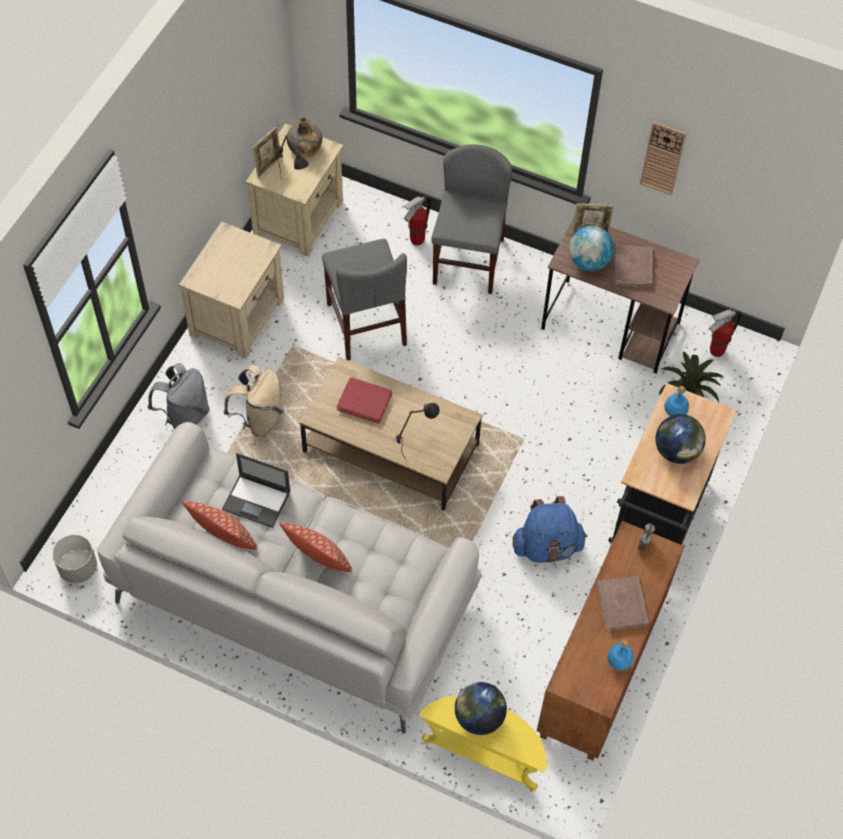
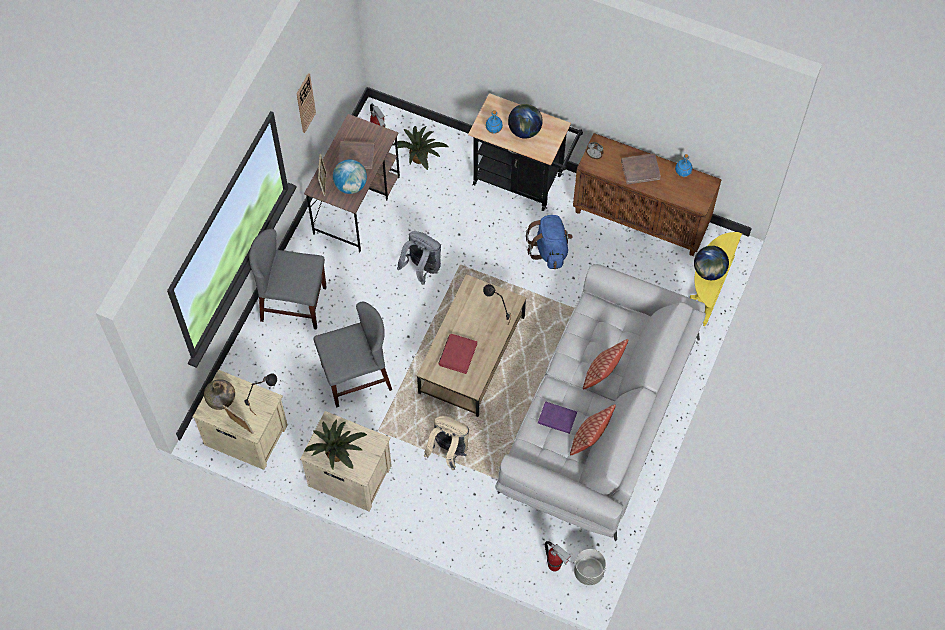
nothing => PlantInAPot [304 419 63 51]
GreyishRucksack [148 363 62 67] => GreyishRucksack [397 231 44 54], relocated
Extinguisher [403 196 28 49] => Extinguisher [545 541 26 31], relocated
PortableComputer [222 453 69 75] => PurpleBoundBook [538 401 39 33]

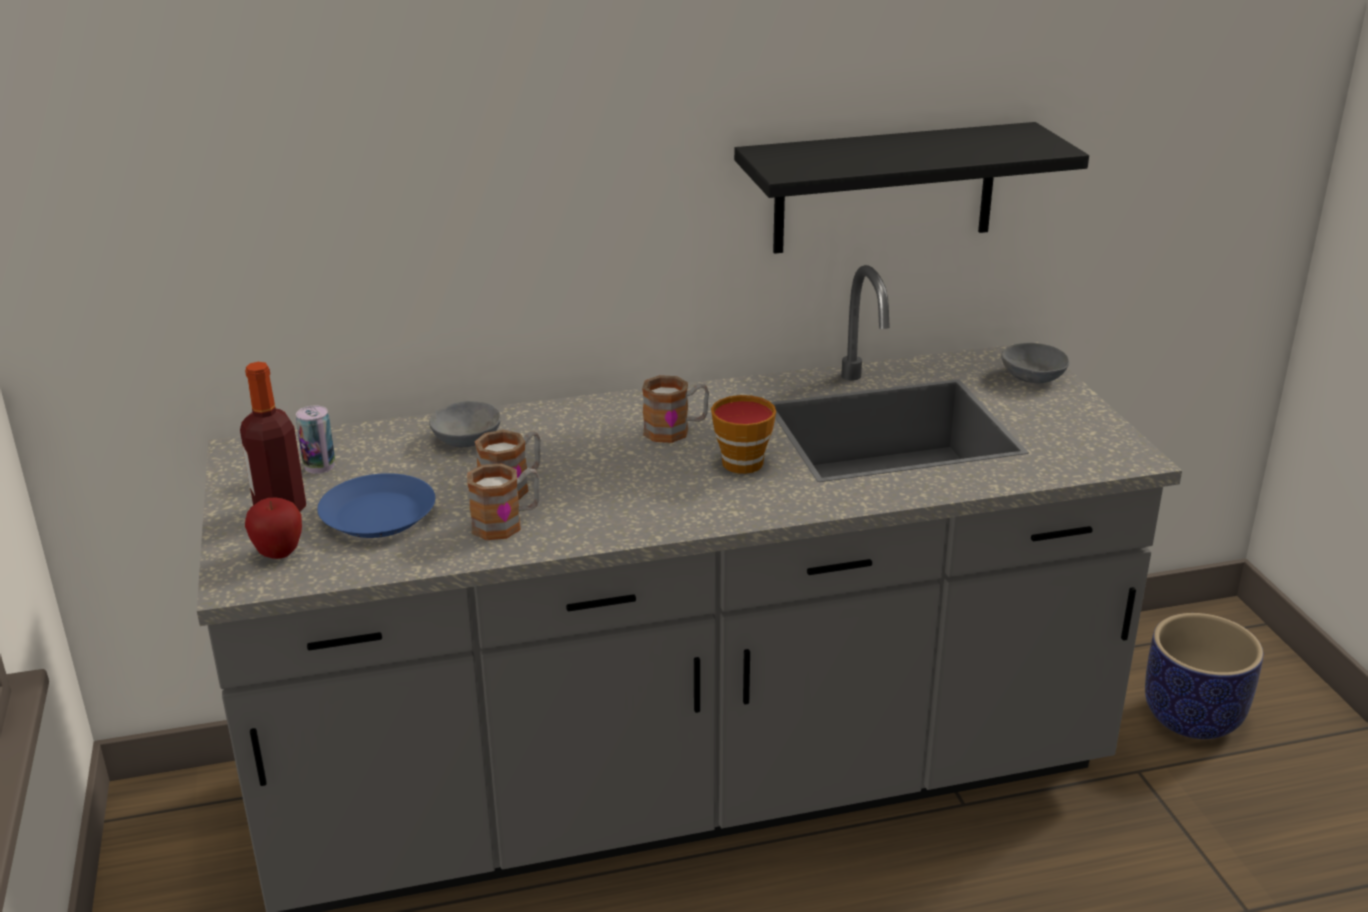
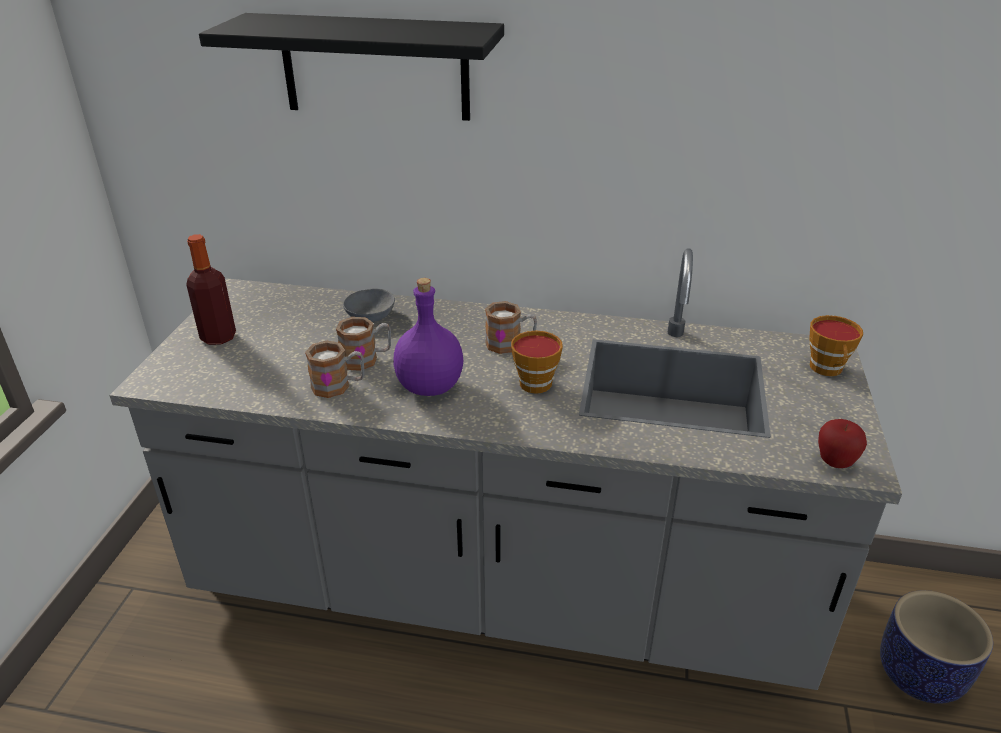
Can [296 405 39 69] => nothing
BlueColouredDinnerPlate [317 473 118 65] => nothing
nothing => PurpleDrinkBottle [393 278 70 118]
Apple [245 497 57 62] => Apple [818 419 49 49], relocated
BlackColouredWallShelf [734 122 355 132] => BlackColouredWallShelf [199 13 305 108], relocated
GreyishServingBowl [1001 343 68 40] => DrinkingCup [810 315 53 61]

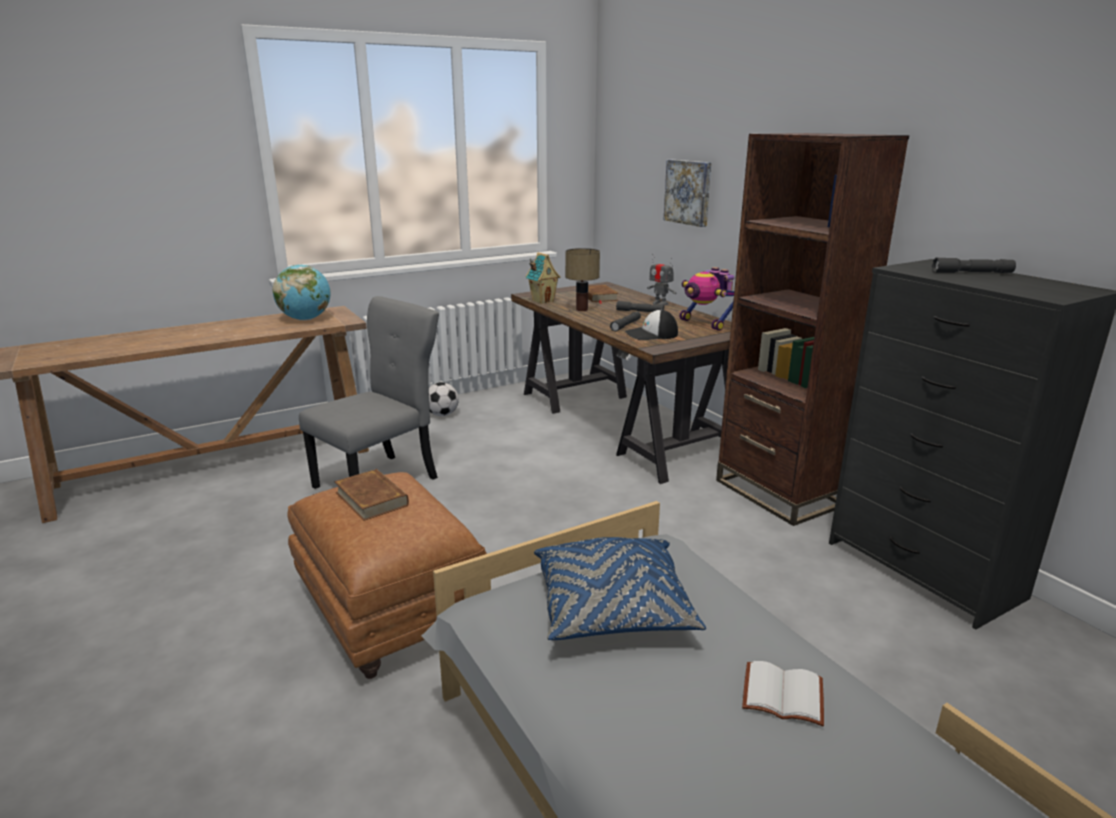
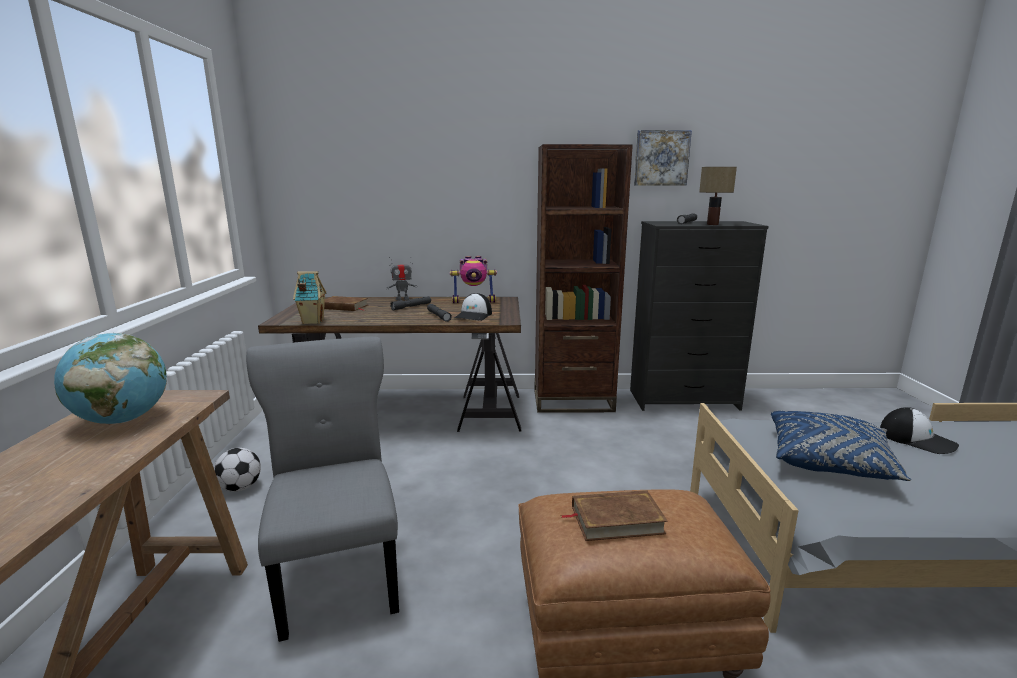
TabletopLamp [565 248 35 63] => TabletopLamp [699 167 38 58], relocated
Picture [663 160 48 67] => Picture [634 130 58 56], relocated
WhiteBoundBook [742 661 82 65] => PeakedCap [880 407 79 47]

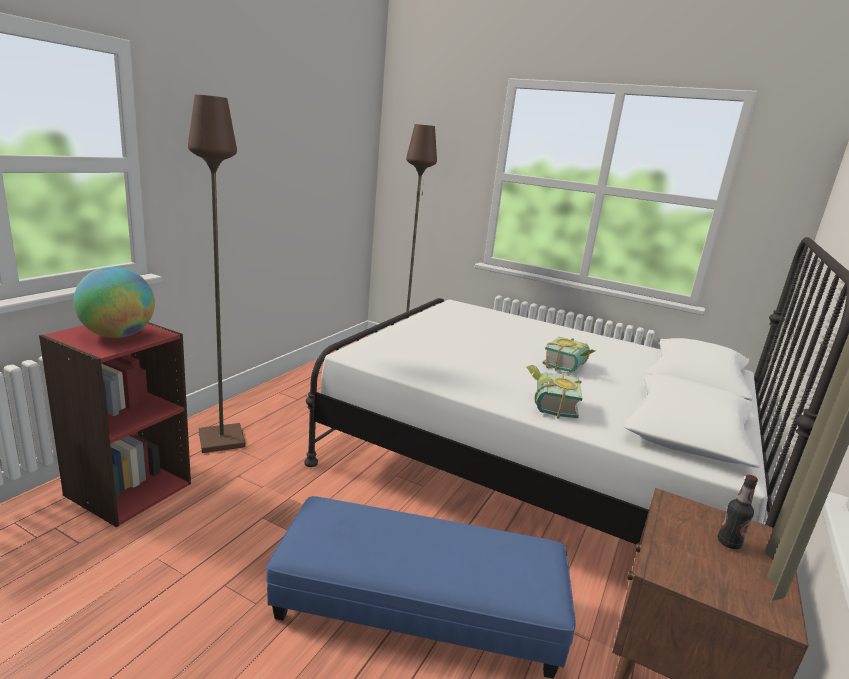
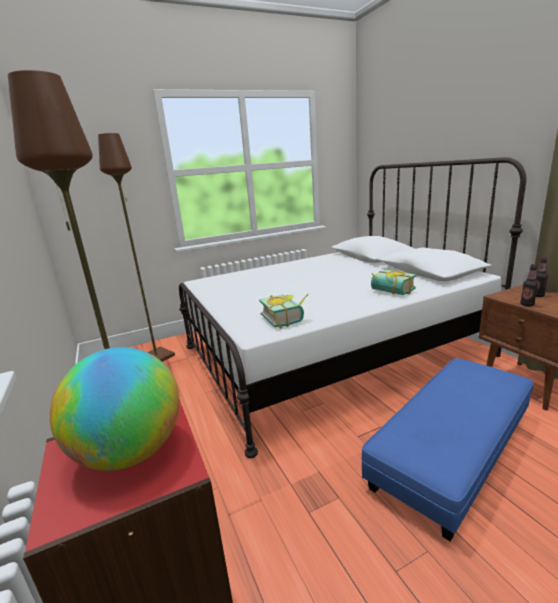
nothing => DrinkBottle [520 264 18 42]
BoundBook [542 337 53 35] => BoundBook [259 294 50 35], relocated

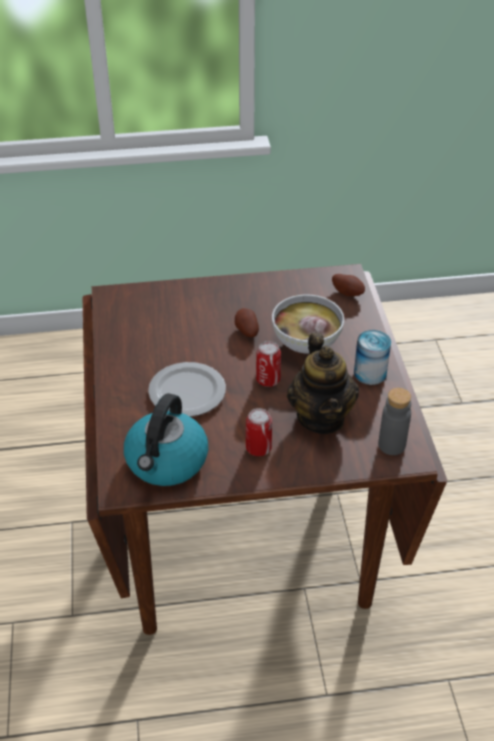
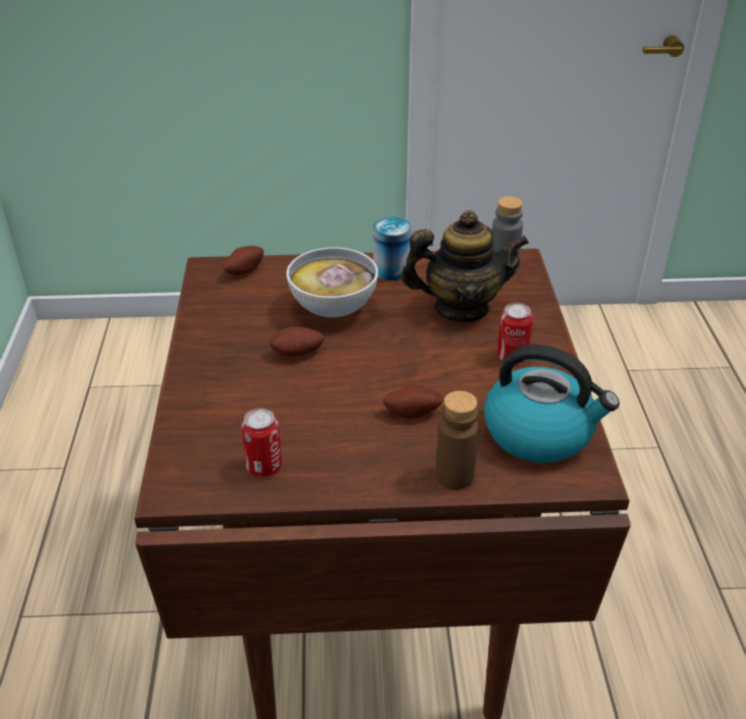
nothing => BrownDrinkBottle [436 391 43 99]
Can [256 341 25 46] => Can [242 408 40 69], relocated
DinnerPlate [148 362 78 55] => WholePotato [383 385 60 33]

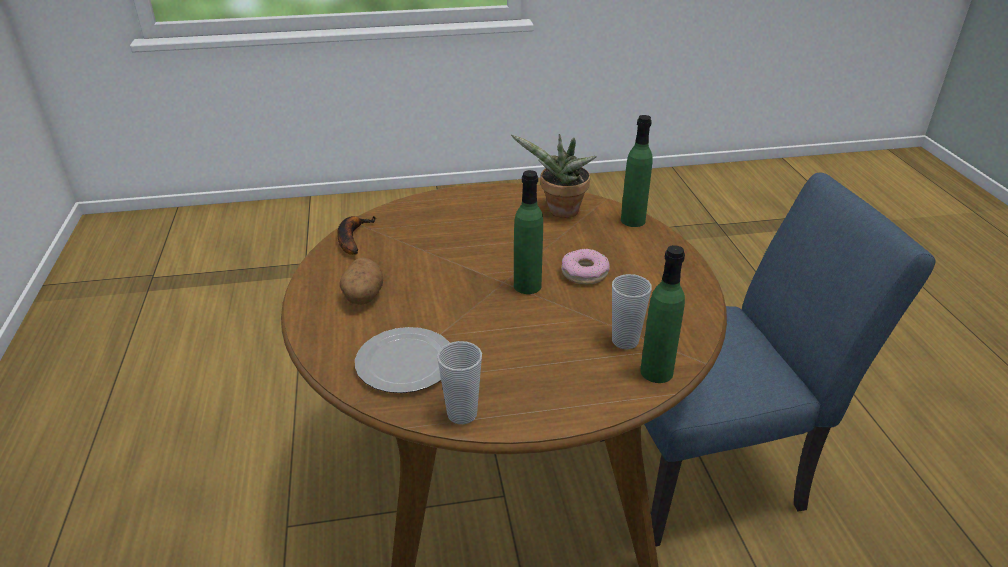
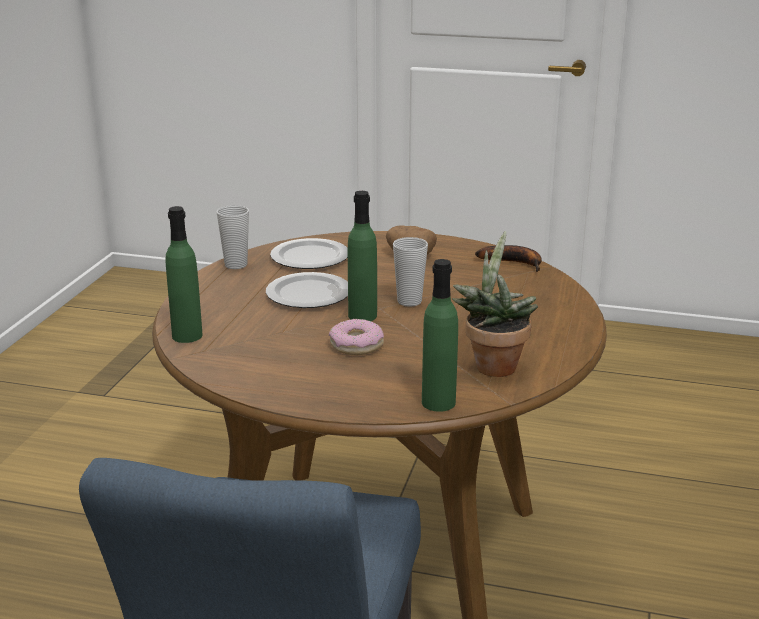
nothing => DinnerPlate [266 272 82 36]
DrinkingCup [612 274 40 75] => DrinkingCup [393 237 35 70], relocated

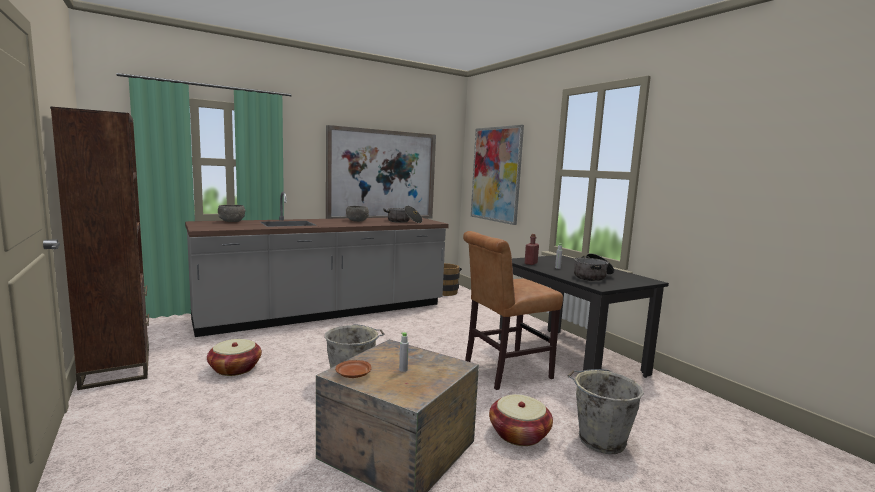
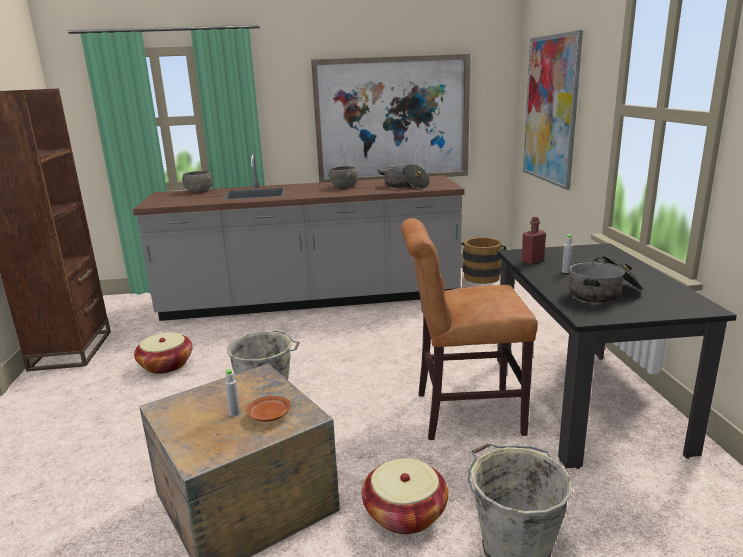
BrownDinnerPlate [335 360 37 18] => BrownDinnerPlate [246 396 45 26], relocated

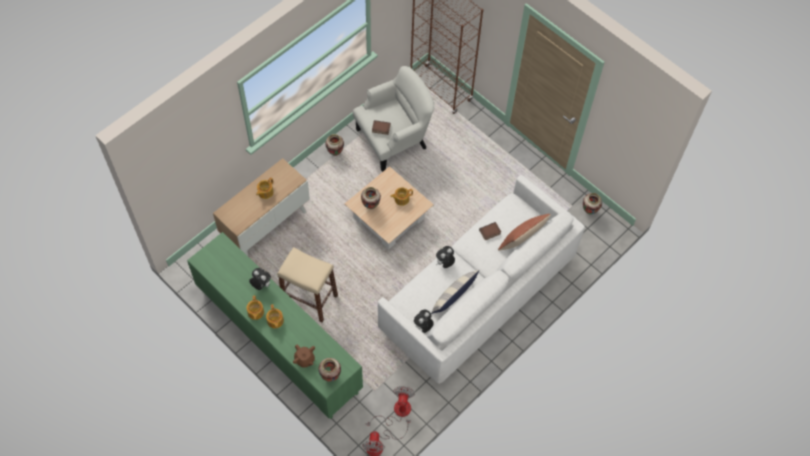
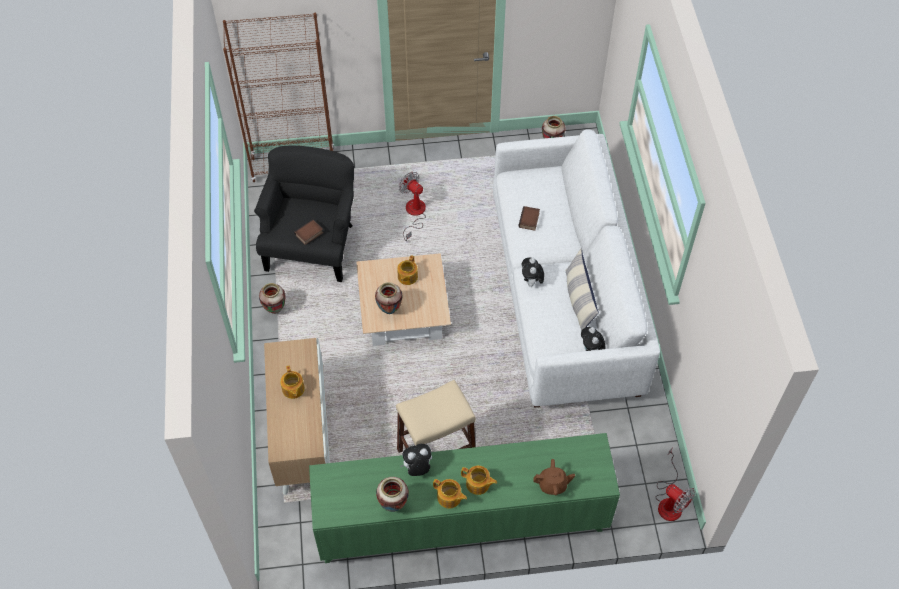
Cushion [498 214 53 37] => nothing
FlowerVase [319 358 22 24] => FlowerVase [376 477 33 35], relocated
Fan [366 386 49 40] => Fan [399 172 27 69], relocated
WhiteEasyChair [353 66 82 106] => BlackColouredEasyChair [254 146 100 136]

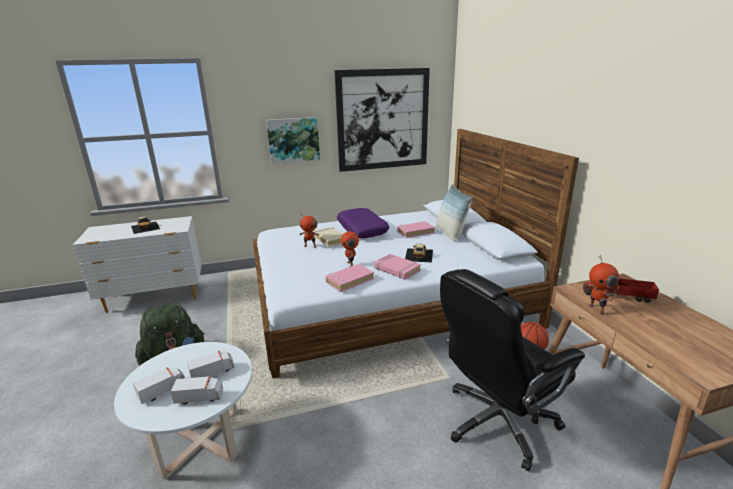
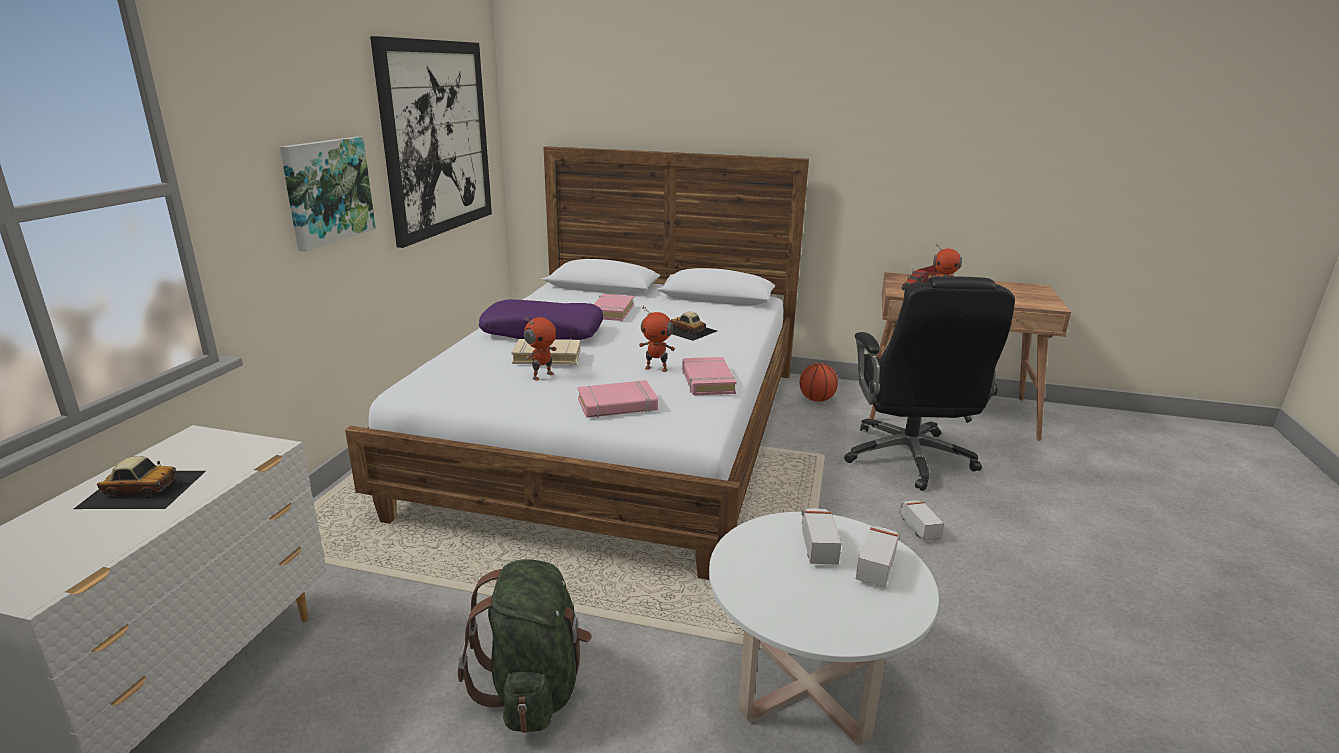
Cushion [436 184 37 58] => nothing
ModelTruck [133 367 52 37] => ModelTruck [899 500 45 41], relocated
PinkColouredBoundBook [375 254 46 26] => PinkColouredBoundBook [578 380 80 38], relocated

